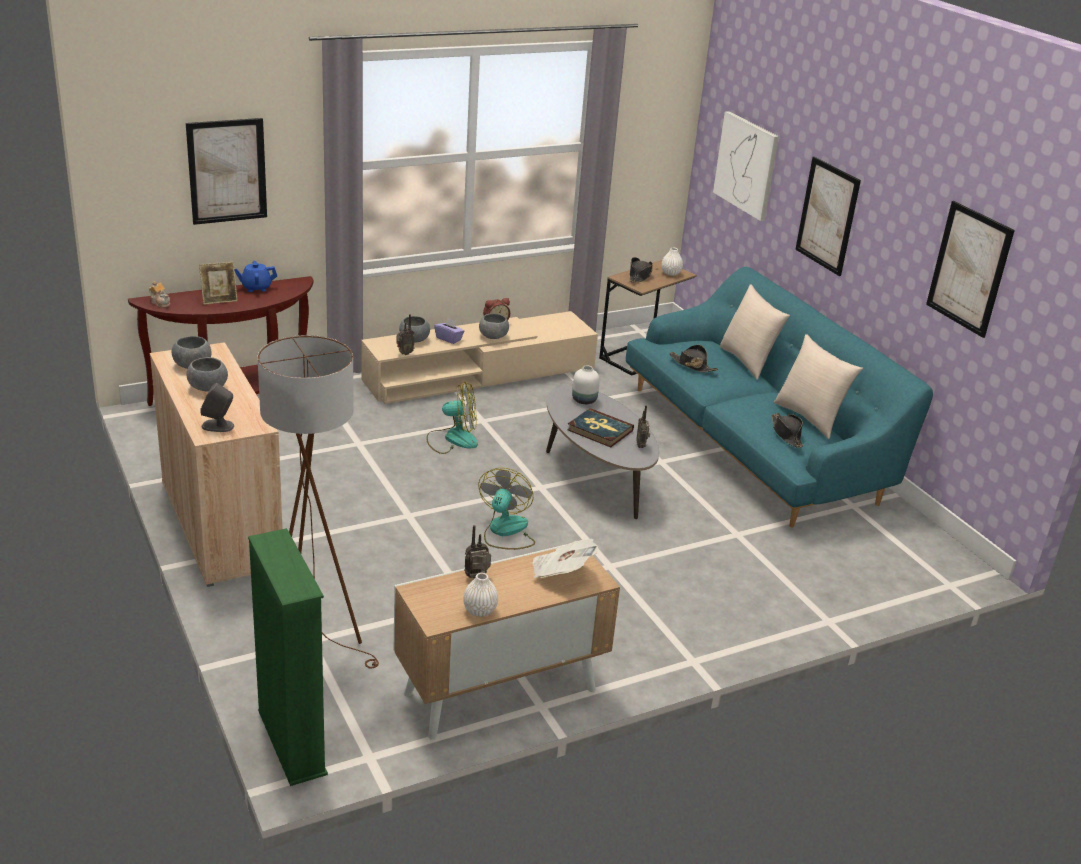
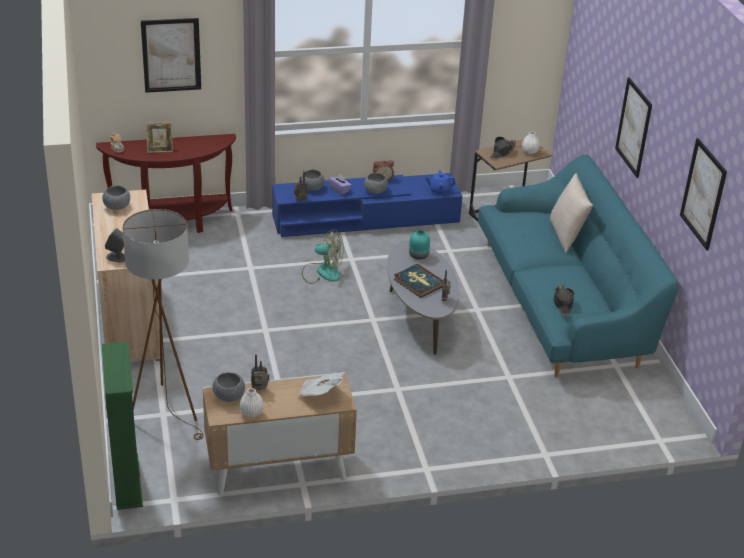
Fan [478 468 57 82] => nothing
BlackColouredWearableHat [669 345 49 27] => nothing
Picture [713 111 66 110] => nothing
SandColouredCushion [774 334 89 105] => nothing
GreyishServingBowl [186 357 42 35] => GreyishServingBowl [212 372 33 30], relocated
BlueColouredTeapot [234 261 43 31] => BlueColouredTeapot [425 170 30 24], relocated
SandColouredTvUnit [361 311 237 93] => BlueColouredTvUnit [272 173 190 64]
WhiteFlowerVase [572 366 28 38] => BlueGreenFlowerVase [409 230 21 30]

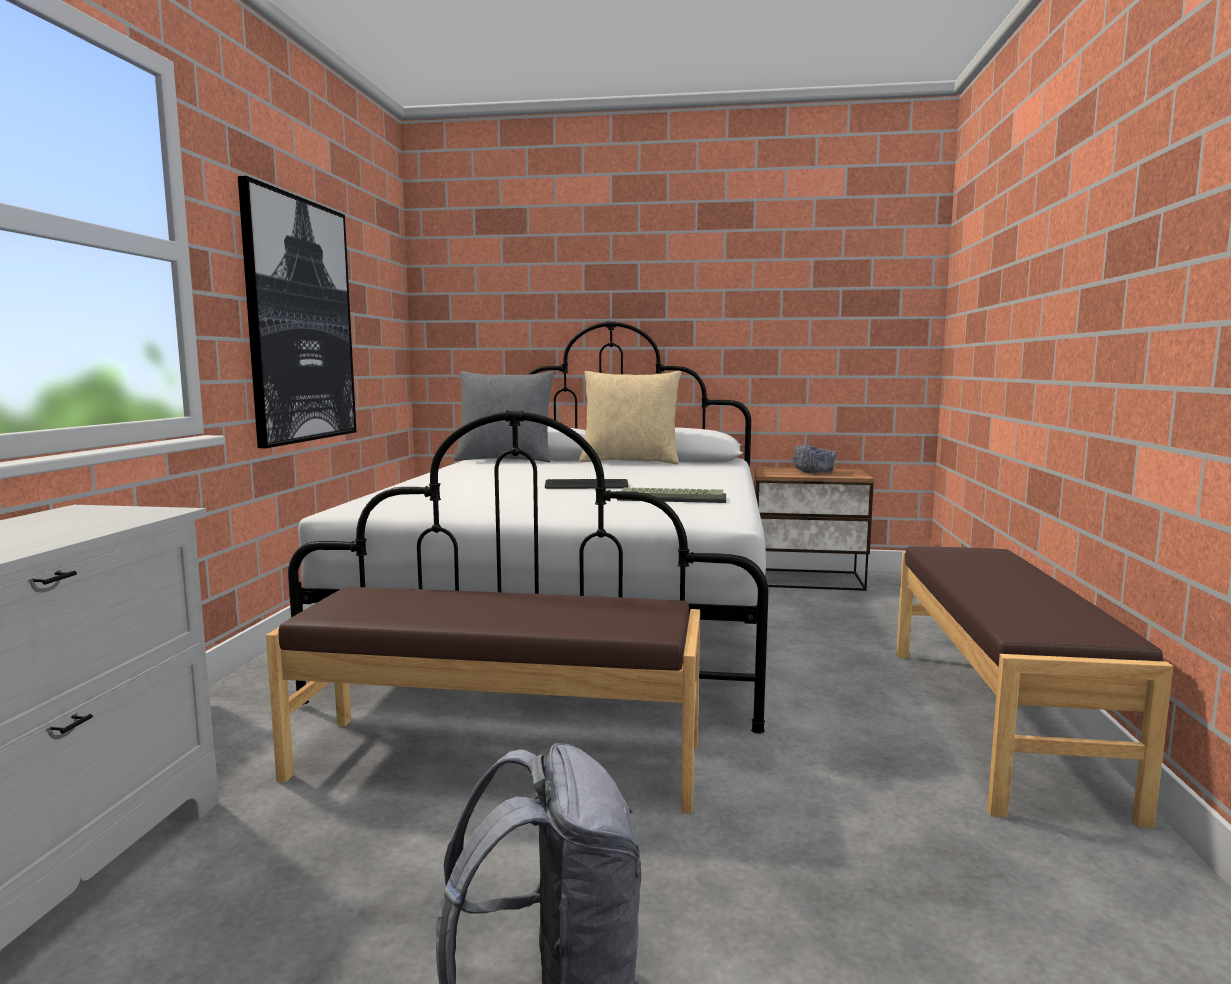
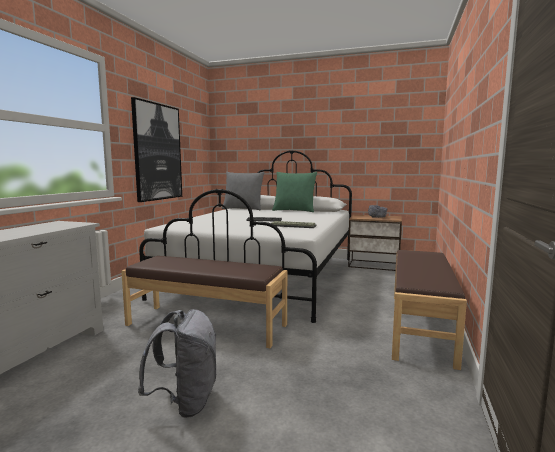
SandColouredCushion [579 371 102 93] => GreenColouredCushion [272 172 45 40]

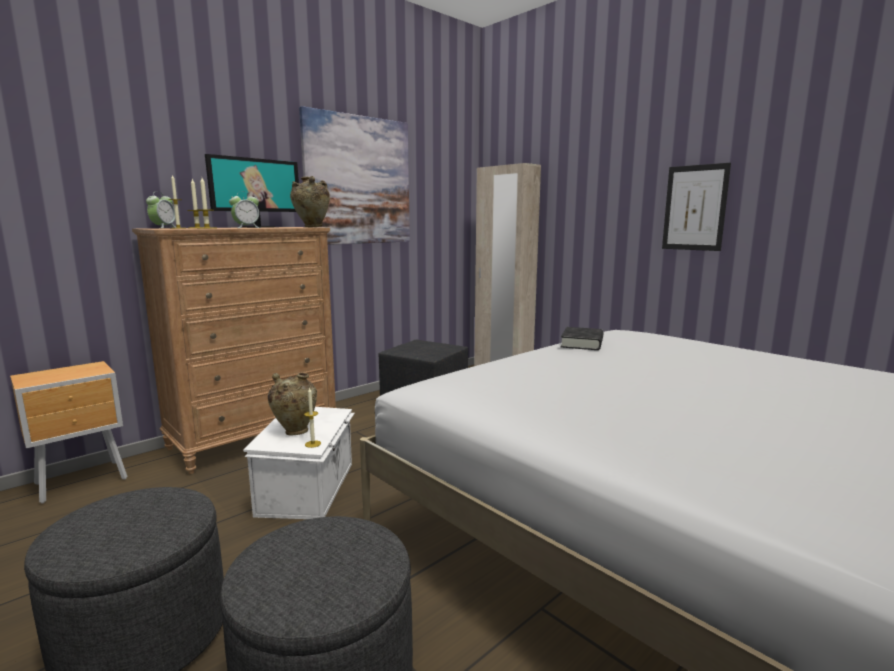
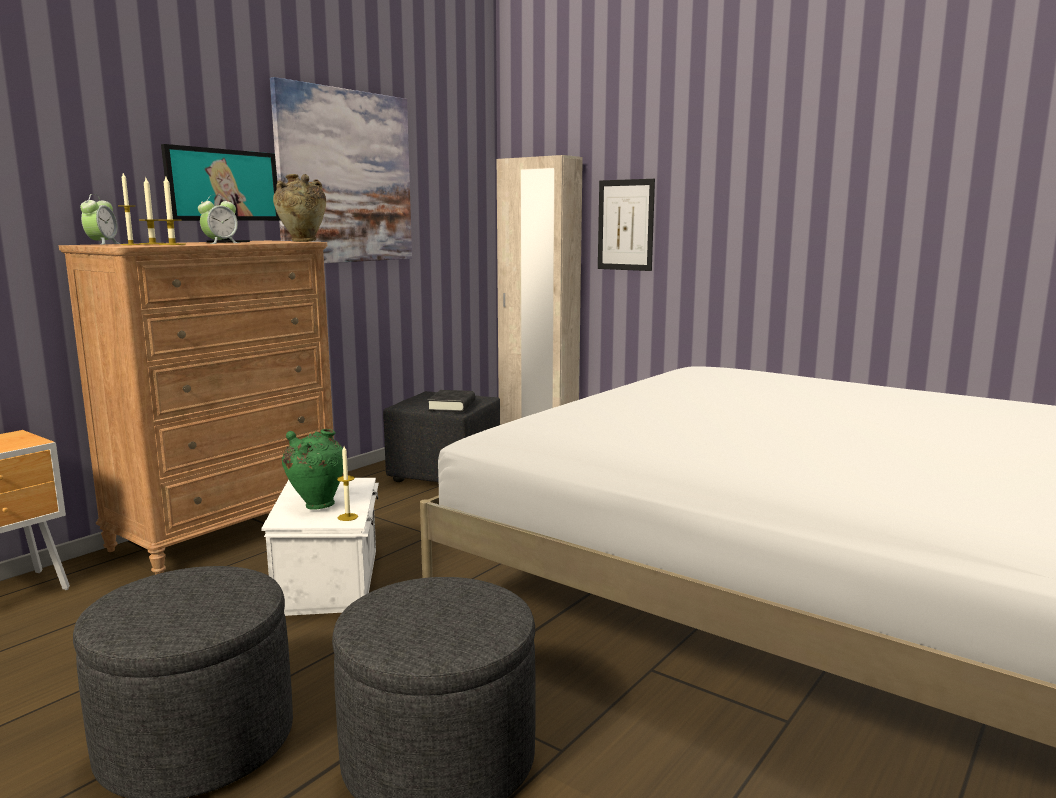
BlackColouredBoundBook [561 327 42 23] => BlackColouredBoundBook [428 390 47 22], relocated
Picture [662 163 69 88] => Picture [598 179 57 92], relocated
SandColouredFlowerVase [268 373 49 63] => GreenColouredFlowerVase [282 429 61 81]

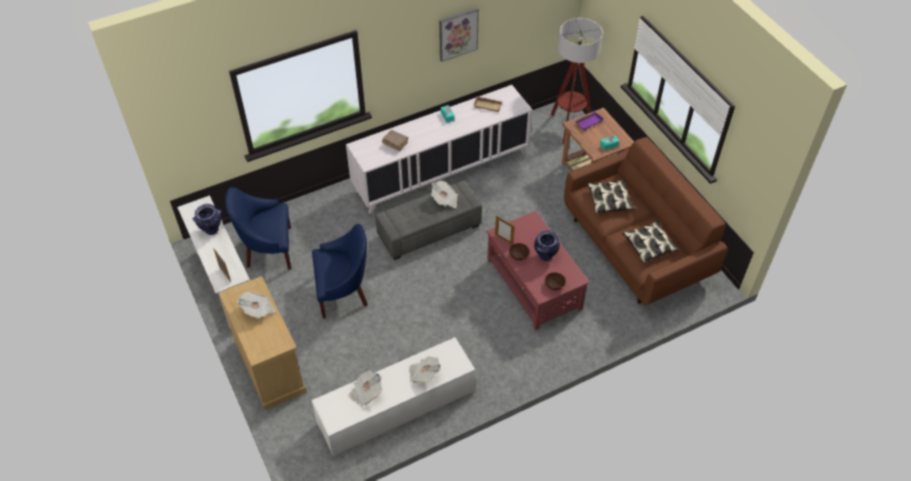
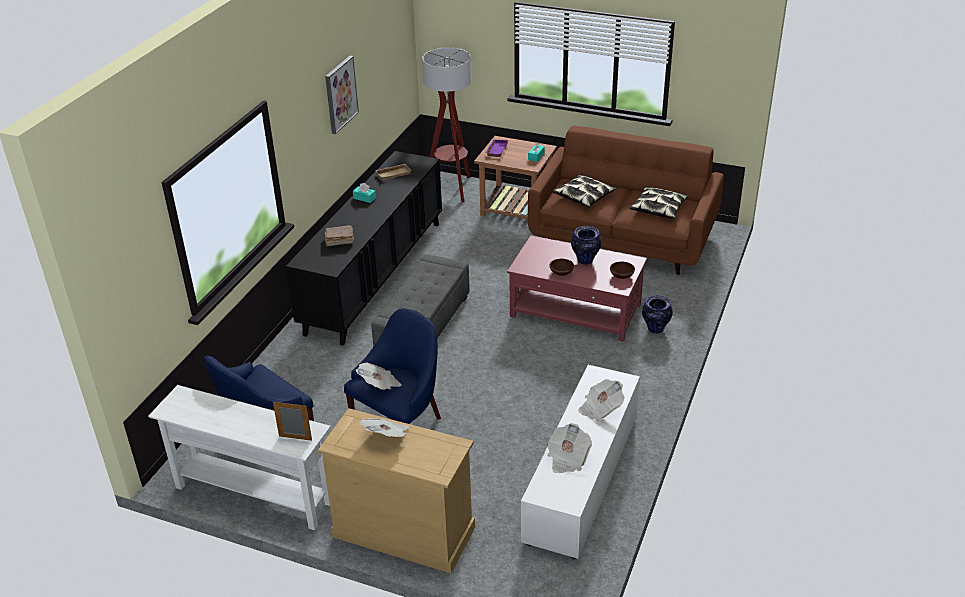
PhotoFrame [495 216 20 29] => nothing
FlowerVase [192 204 29 31] => FlowerVase [642 295 31 39], relocated
PrintedPaper [431 181 27 27] => PrintedPaper [356 363 46 27], relocated
WhiteStorageCabinet [346 85 187 129] => BlackColouredStorageCabinet [286 151 156 195]

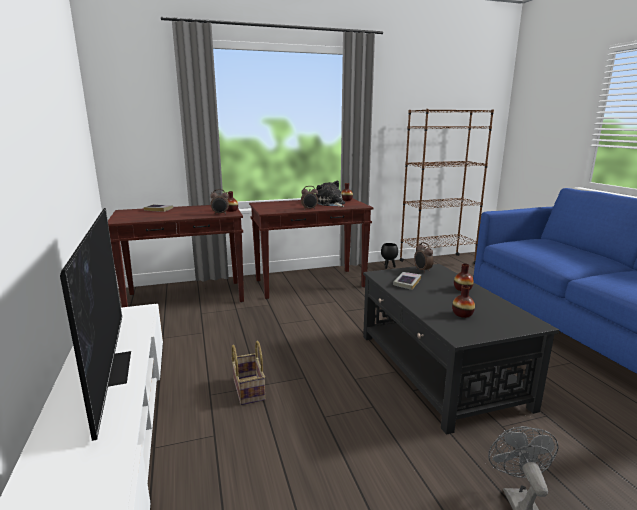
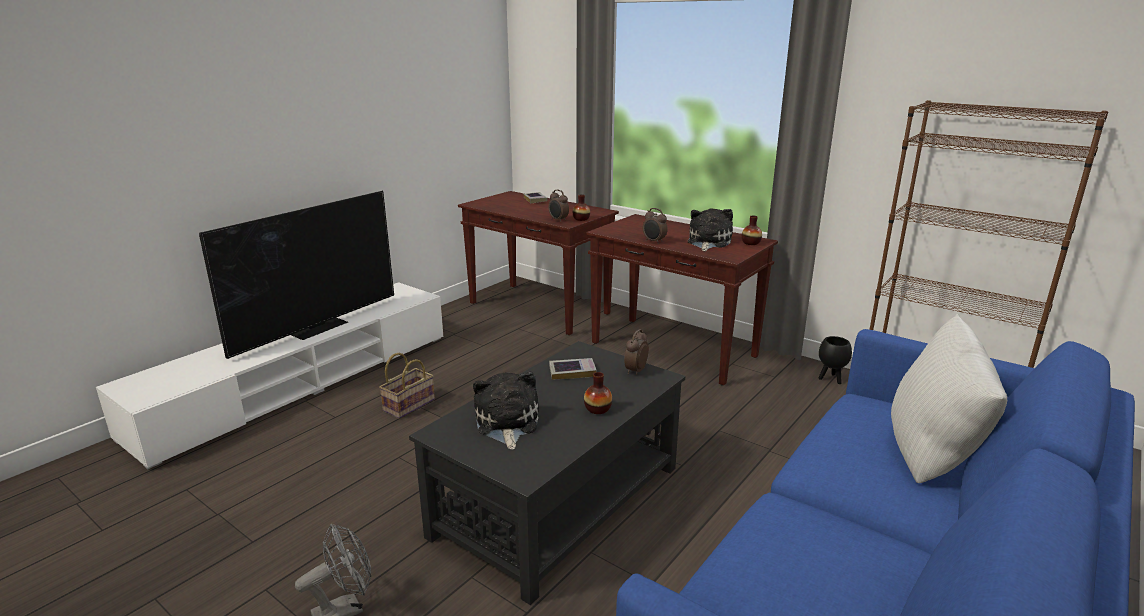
nothing => WhiteCushion [891 314 116 169]
FlowerVase [452 285 23 33] => CuddlyToy [473 371 66 79]

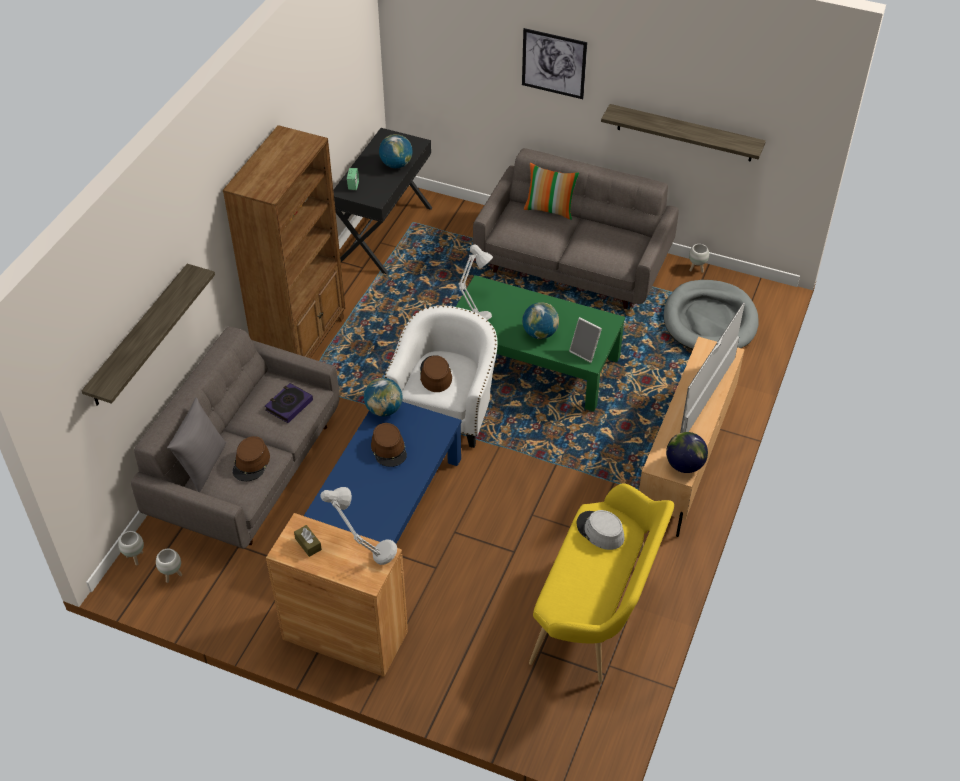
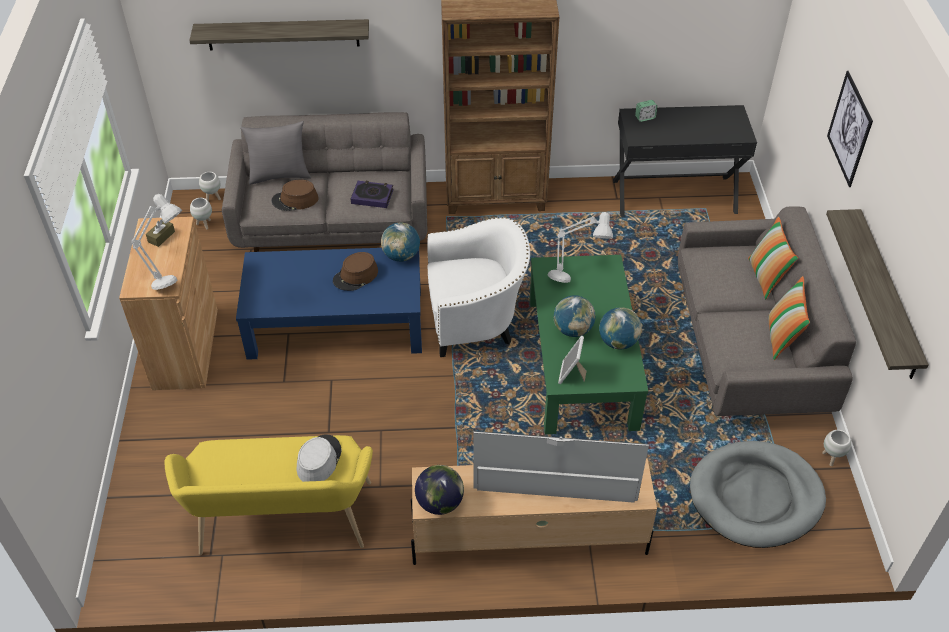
BrownWearableHat [420 355 32 37] => nothing
nothing => Cushion [768 276 42 84]
DeskGlobe [379 134 34 34] => DeskGlobe [599 307 43 42], relocated

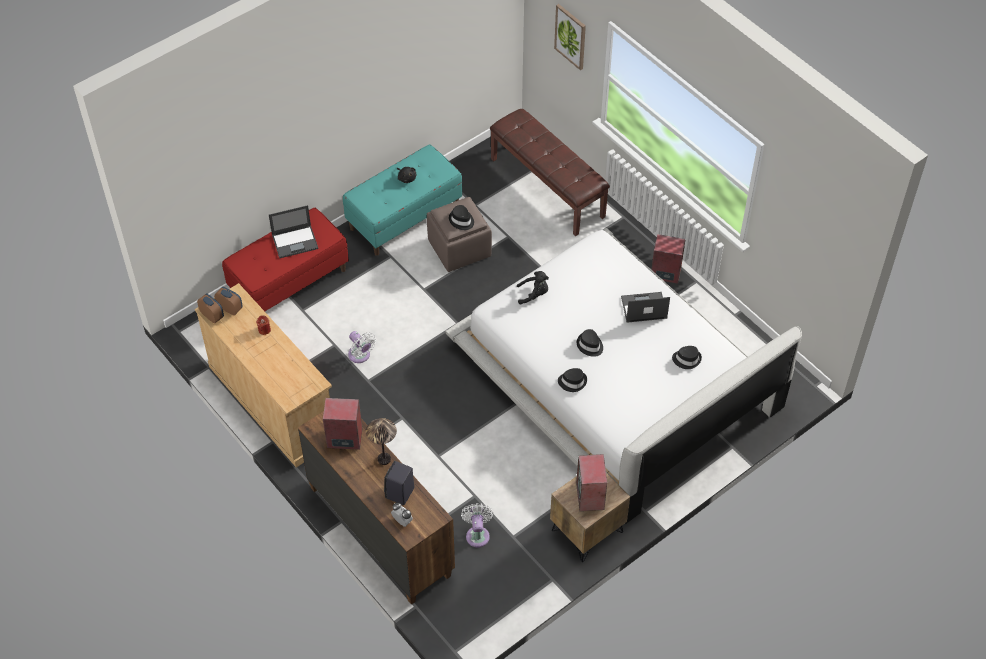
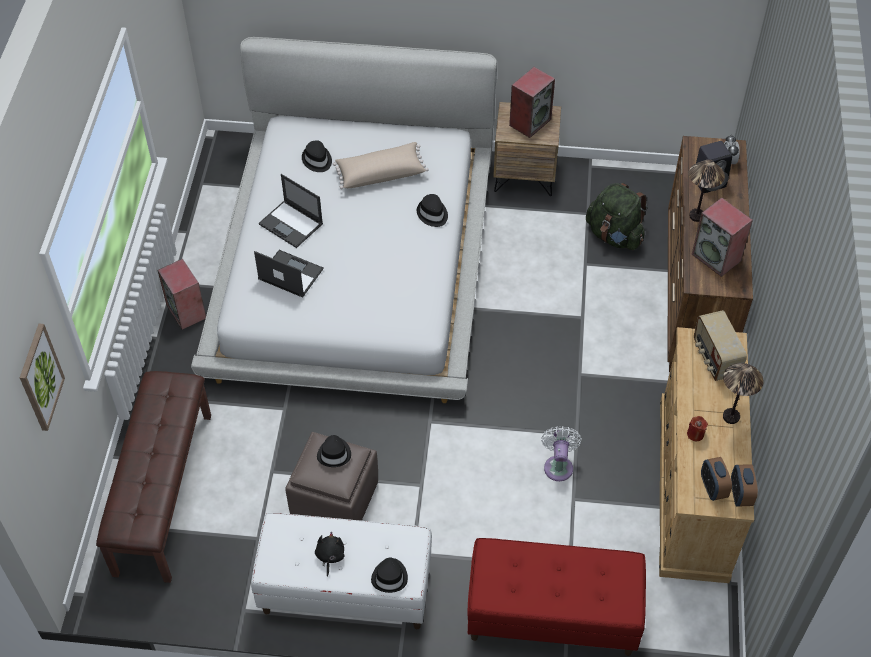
BlackColouredCuddlyToy [517 271 32 34] => nothing
nothing => SandColouredCushion [333 142 96 47]
nothing => RadioSet [694 310 53 71]
nothing => TabletopLamp [723 363 41 61]
PortableComputer [269 205 49 53] => PortableComputer [254 250 70 48], relocated
BlackColouredWearableHat [577 329 26 28] => BlackColouredWearableHat [371 558 37 35], relocated
WhiteFan [461 503 32 45] => GreenColouredRucksack [586 183 62 67]
BlueGreenLongSeat [343 144 119 112] => WhiteLongSeat [251 513 181 116]

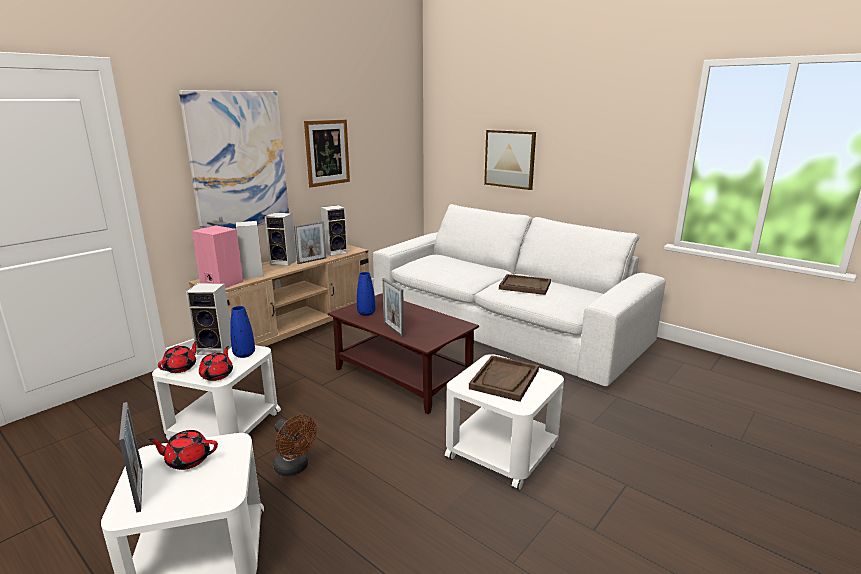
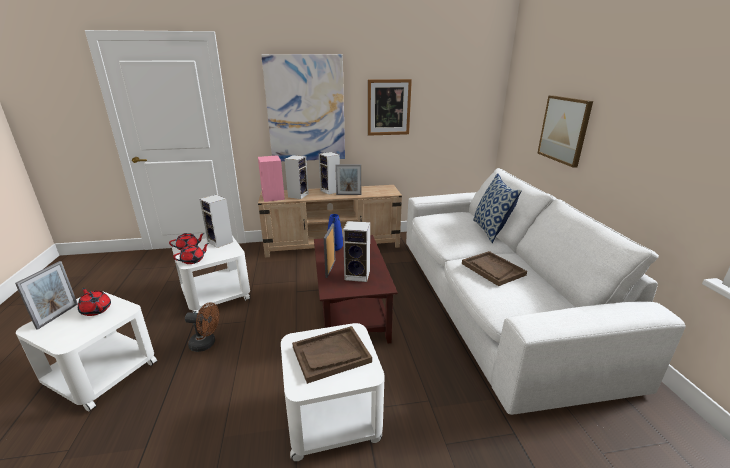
BlueColouredFlowerVase [230 306 25 52] => nothing
nothing => Cushion [473 173 49 70]
AudioSpeaker [321 205 27 51] => AudioSpeaker [343 221 27 61], relocated
BrownFan [273 415 44 61] => BrownFan [185 302 34 50], 75 degrees counterclockwise

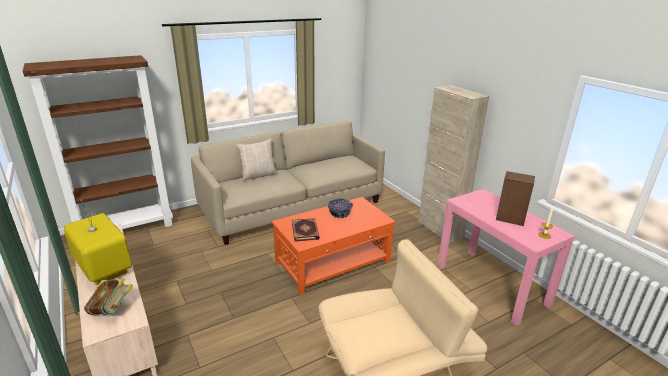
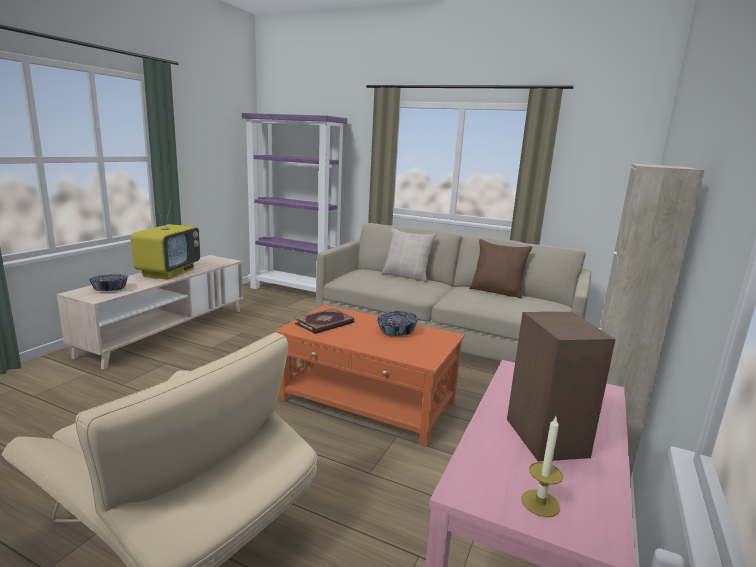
nothing => BrownCushion [469 239 63 60]
BoundBook [84 278 49 37] => ServingBowl [88 274 41 17]
BrownBookcase [23 55 150 174] => PurpleBookcase [242 113 105 179]

